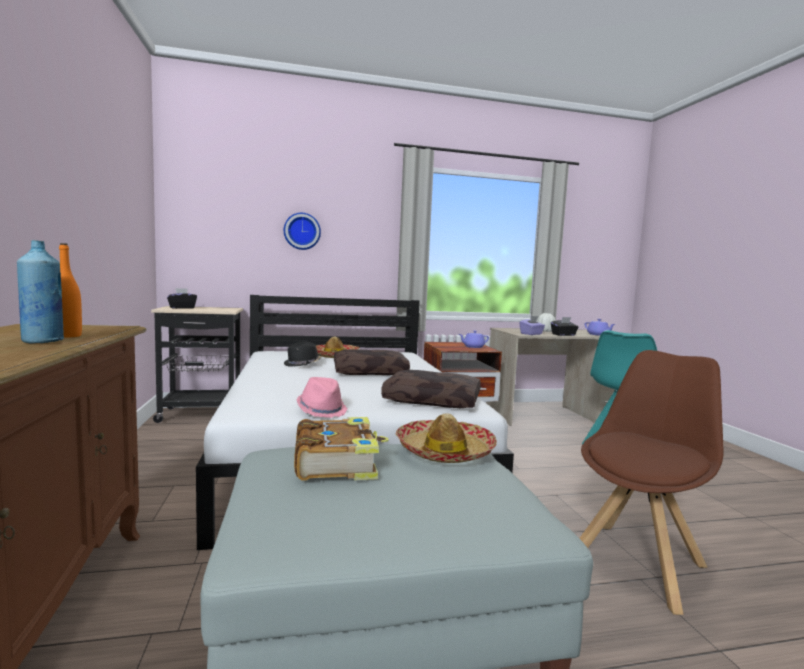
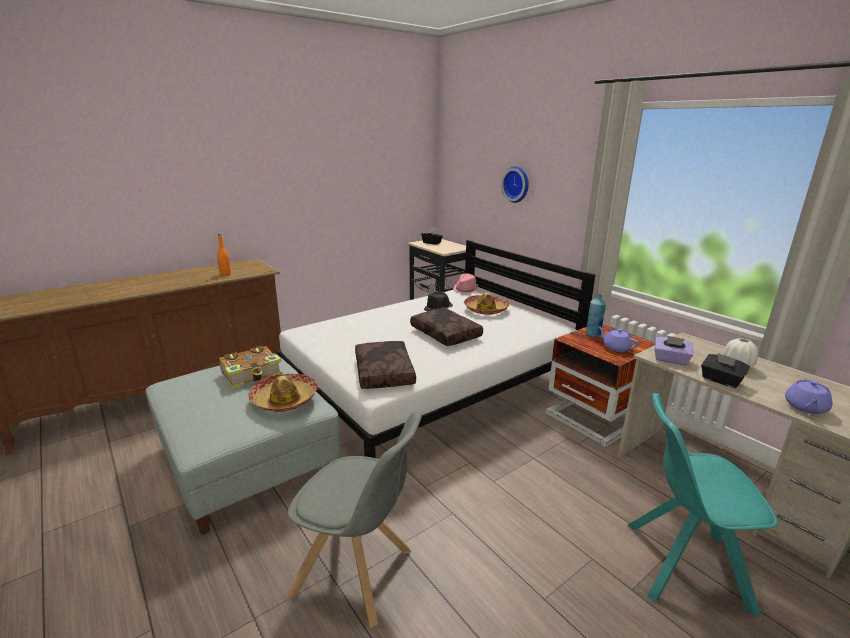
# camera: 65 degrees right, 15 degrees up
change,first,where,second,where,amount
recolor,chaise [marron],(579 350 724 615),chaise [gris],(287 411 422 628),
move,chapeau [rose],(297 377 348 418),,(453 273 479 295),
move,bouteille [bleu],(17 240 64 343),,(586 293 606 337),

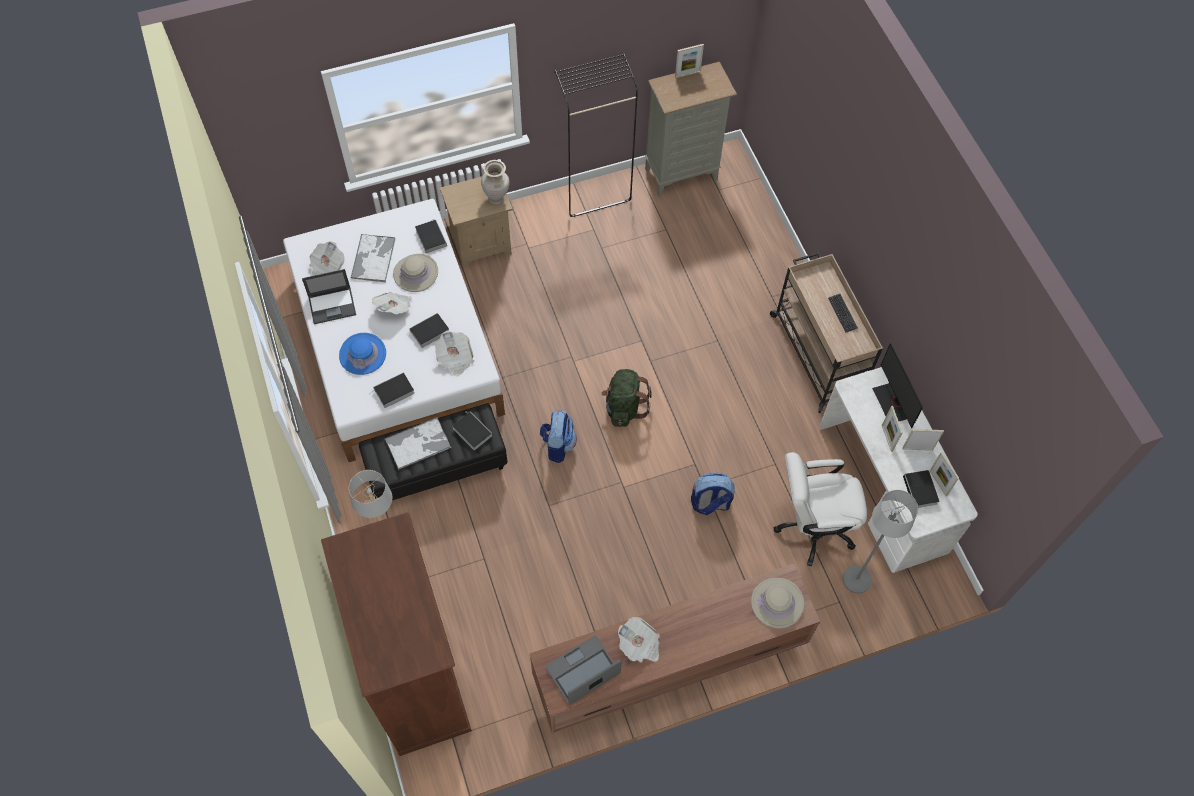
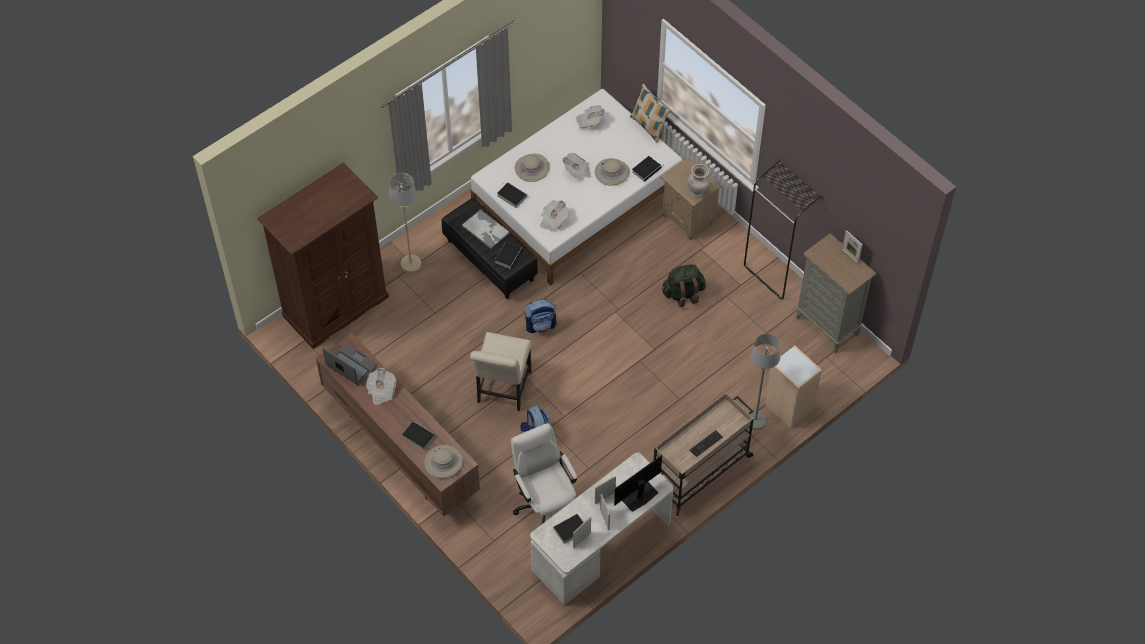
# camera: 70 degrees right, 5 degrees down
change,first,where,second,where,amount
move,livre,(405 313 449 348),,(402 421 435 450),
insert,,,chaise [beige],(470 332 531 411),
recolor,chapeau [bleu],(339 333 386 375),chapeau [beige],(515 154 549 182),
insert,,,coussin,(630 83 671 143),
move,sac à dos [vert],(602 369 652 427),,(662 264 706 307),
move,lampadaire [gris],(843 490 918 593),,(748 334 781 430),
insert,,,bibliothèque,(765 346 822 428),
delete,ordinateur portable,(302 269 356 324),,,
delete,plateau,(350 234 396 282),,,

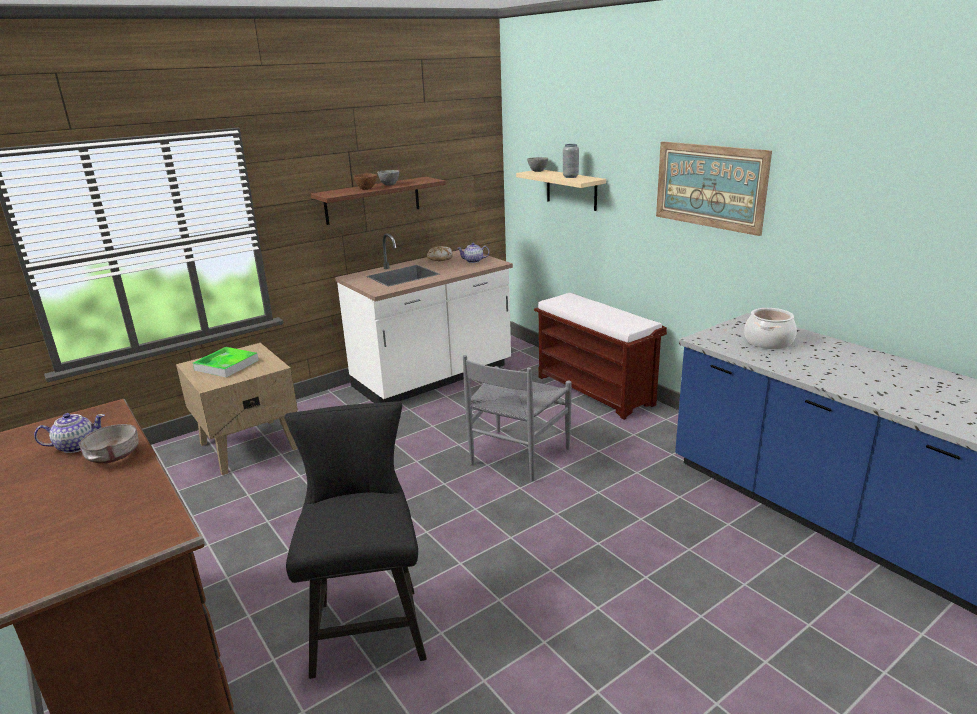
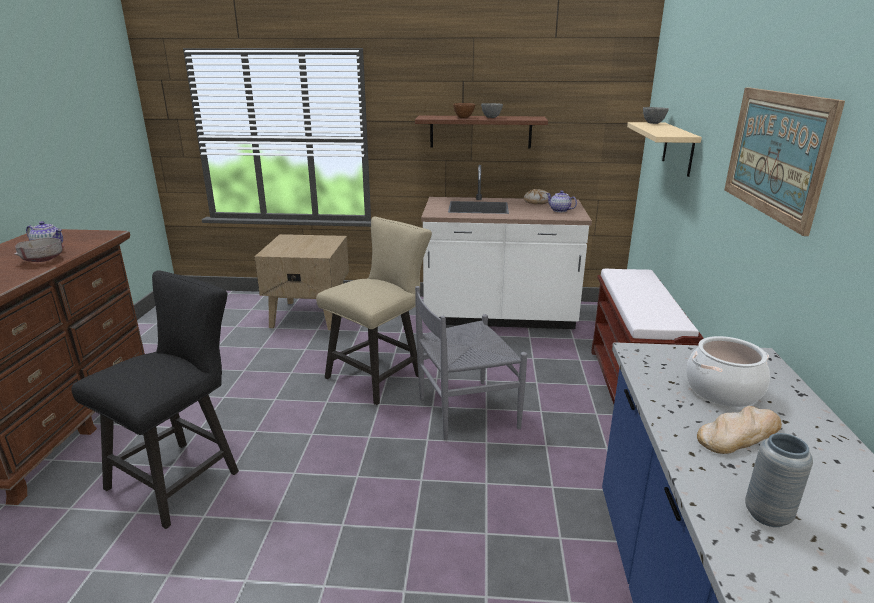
# camera: 40 degrees right, 0 degrees up
change,first,where,second,where,amount
insert,,,chaise [beige],(316 217 432 405),
insert,,,pain,(697 406 782 454),
move,vase [gris],(563 144 579 178),,(745 433 813 527),
delete,plateau,(193 347 259 378),,,

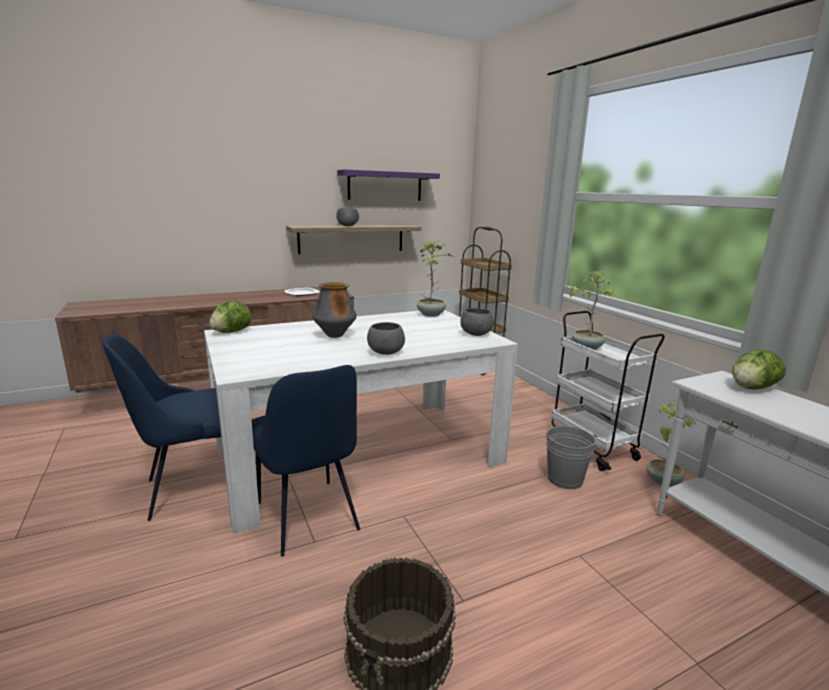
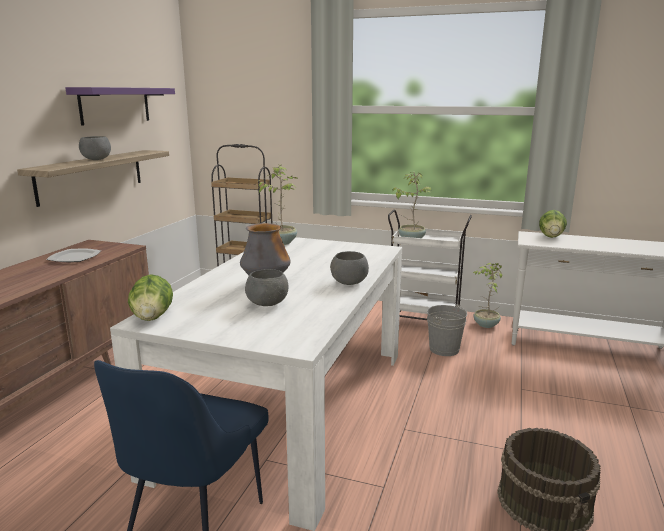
# camera: 45 degrees left, 0 degrees up
change,first,where,second,where,amount
move,bol [gris],(460 308 494 336),,(245 269 289 306),
delete,chaise [bleu],(252 365 360 557),,,

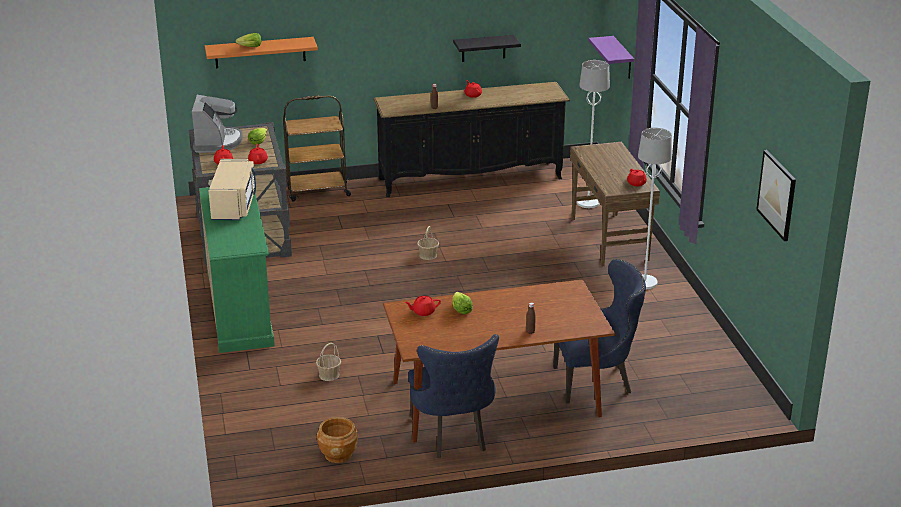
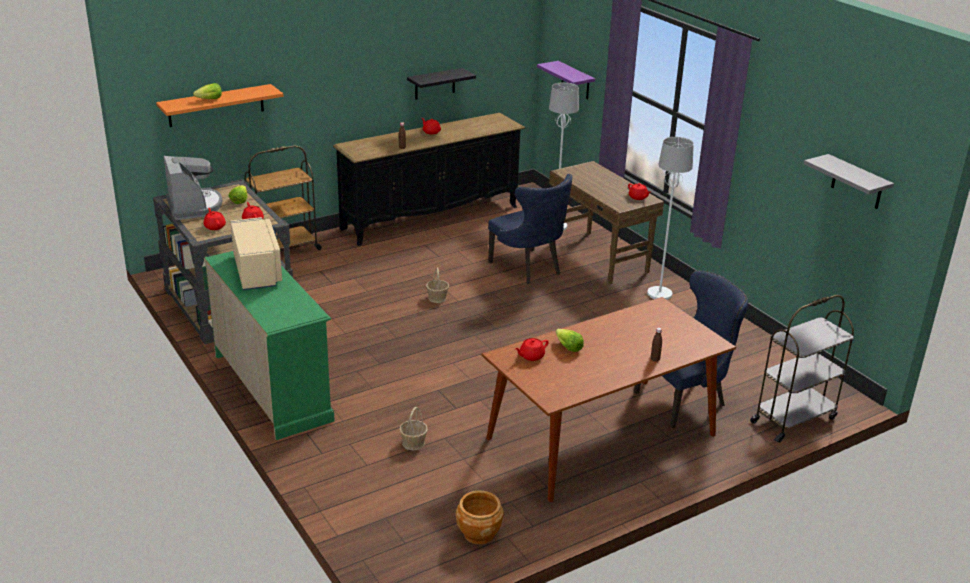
# camera: 20 degrees left, 0 degrees up
change,first,where,second,where,amount
move,chaise [bleu],(408 334 499 458),,(488 174 572 284),
insert,,,chariot [gris],(750 295 854 443),
replace,tableau,(756 150 796 241),étagère [gris],(804 154 894 209),

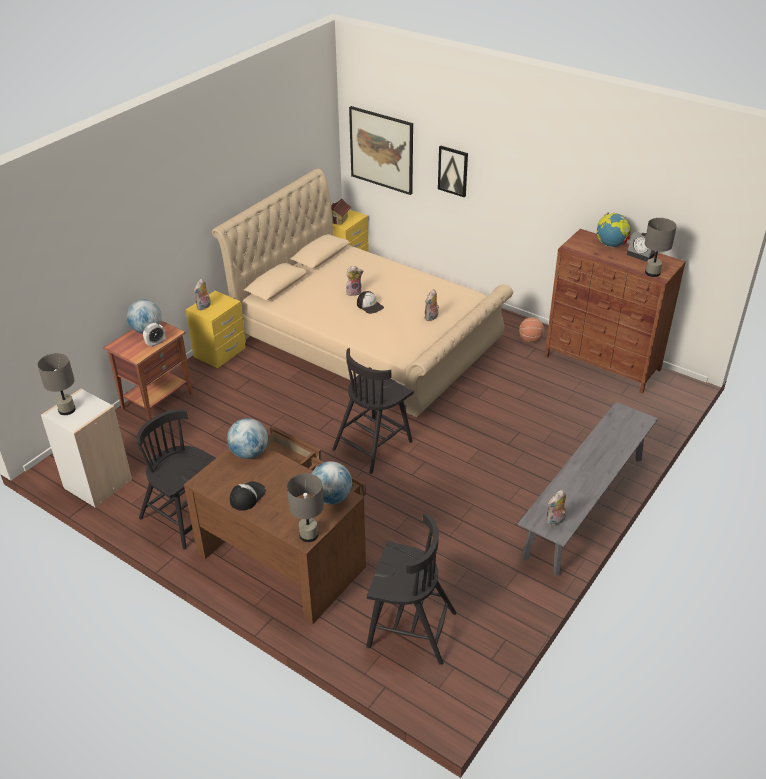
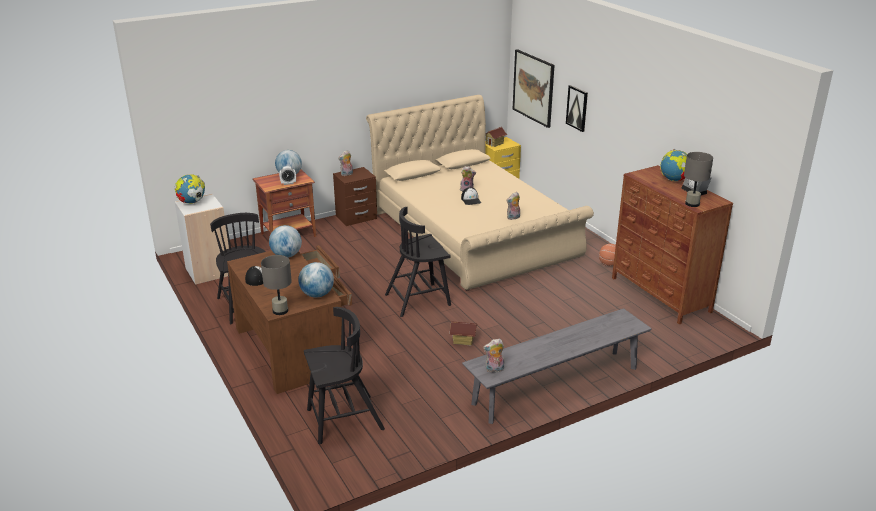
# camera: 25 degrees right, 10 degrees down
change,first,where,second,where,amount
replace,lampe de table [gris],(37 353 76 415),globe,(175 174 205 204),
rotate,chaise [noir],(366 514 457 665),,(304 307 385 444),60 degrees counterclockwise
recolor,table de chevet [jaune],(186 291 246 368),table de chevet [marron],(333 167 377 226),
insert,,,maison miniature,(449 321 478 346),

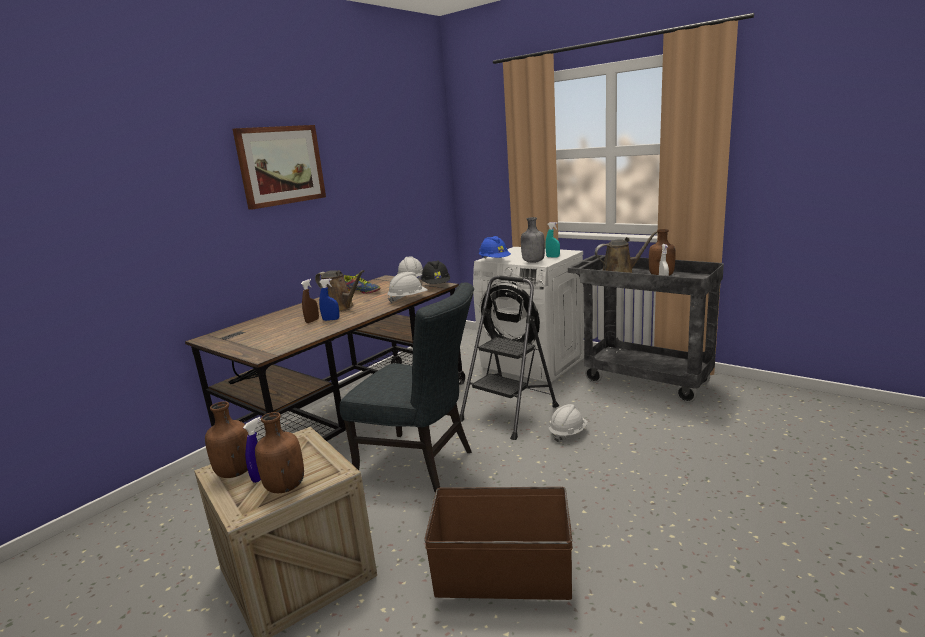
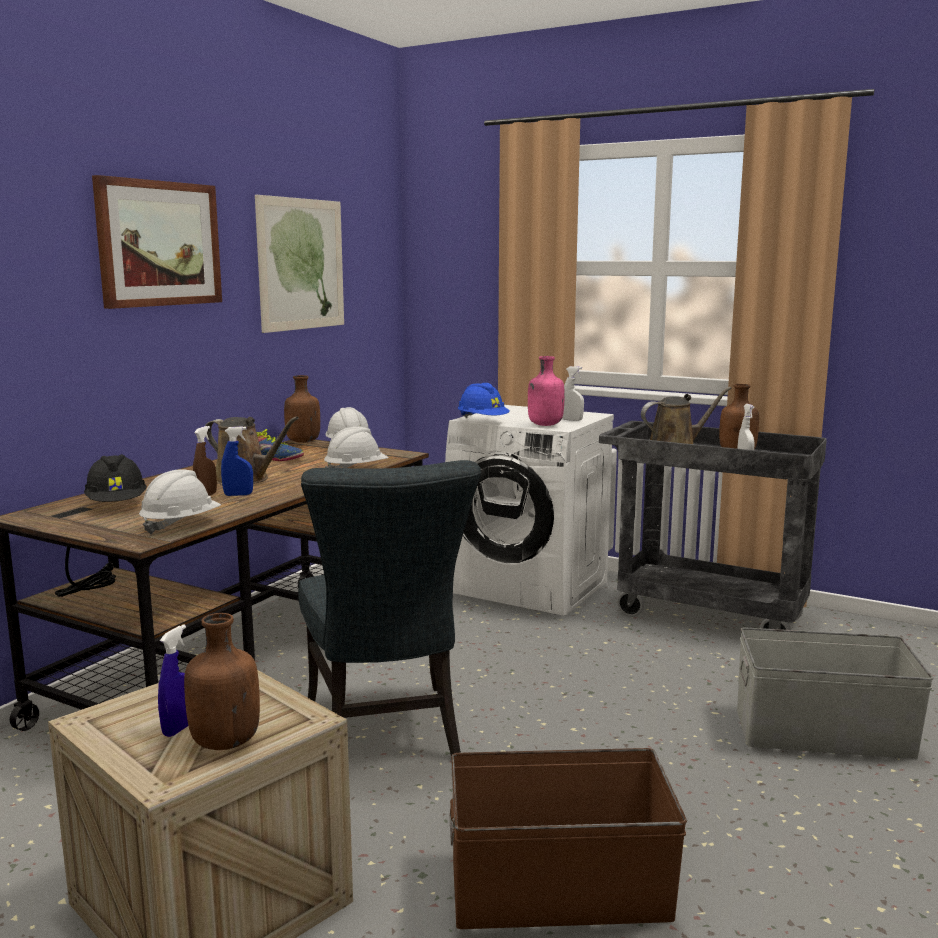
# camera: 10 degrees left, 5 degrees down
change,first,where,second,where,amount
move,casque de chantier [noir],(421 260 450 284),,(84 454 147 502),
move,casque de chantier [blanc],(549 404 588 442),,(139 469 221 535),
insert,,,tableau,(255 195 344 333),
move,bouteille [marron],(205 401 249 478),,(284 375 320 443),
rotate,chaise [gris],(339 282 474 492),,(298 460 481 755),60 degrees clockwise
recolor,bouteille [gris],(521 217 545 263),bouteille [rose],(528 356 565 426),
recolor,vaporisateur [turquoise],(545 222 560 258),vaporisateur [blanc],(562 366 584 421),
insert,,,boîte de rangement [gris],(737 628 934 759),
delete,escabeau [noir],(459 275 559 440),,,

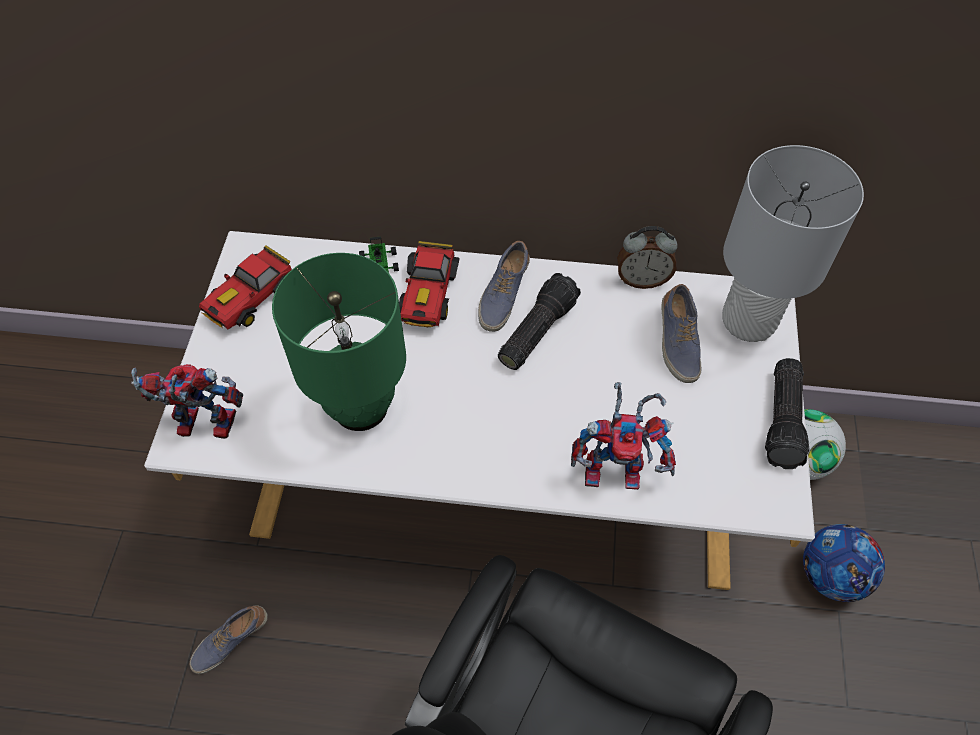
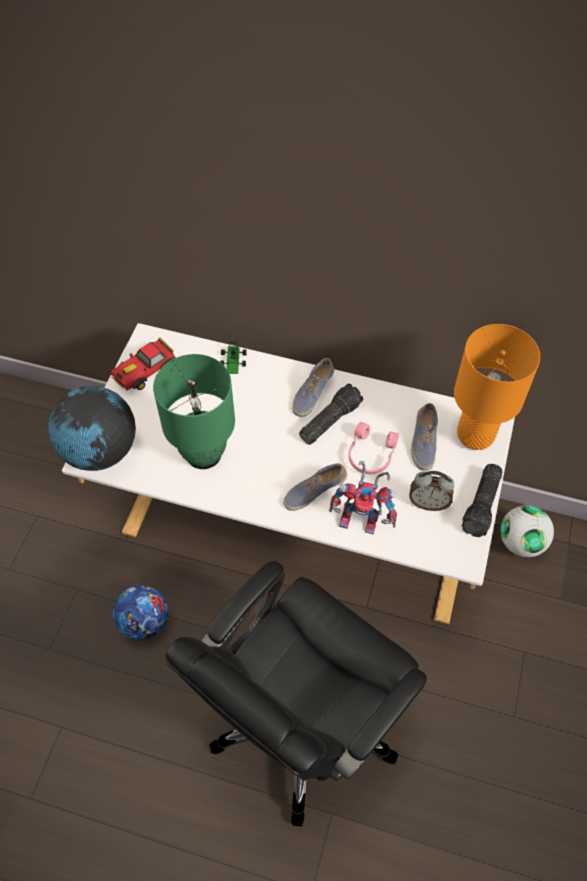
# camera: 10 degrees right, 0 degrees up
change,first,where,second,where,amount
replace,robot jouet,(131 364 243 439),globe,(48 386 136 471),
move,ballon de foot,(803 524 885 602),,(113 585 168 641),
move,chaussure,(189 605 268 674),,(283 463 347 511),
insert,,,casque audio [rose],(349 422 399 474),
move,réveil,(617 226 677 289),,(409 471 454 511),
recolor,lampe de table [gris],(722 145 864 342),lampe de table [orange],(454 324 540 450),
delete,petite voiture,(399 241 459 327),,,

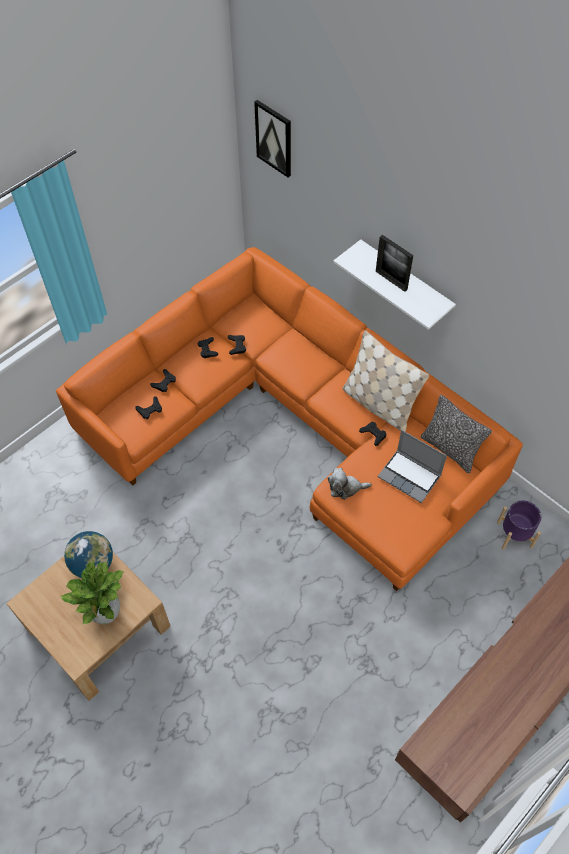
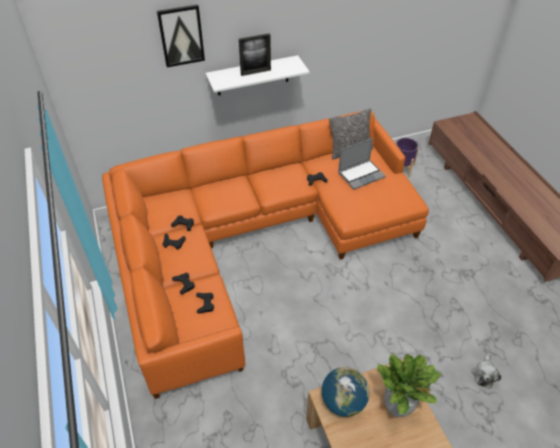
# camera: 65 degrees left, 10 degrees down
change,first,where,second,where,amount
move,tableau,(254 100 291 177),,(157 4 205 67),
move,peluche,(327 468 372 500),,(472 353 502 388),
delete,coussin [beige],(342 330 429 432),,,

